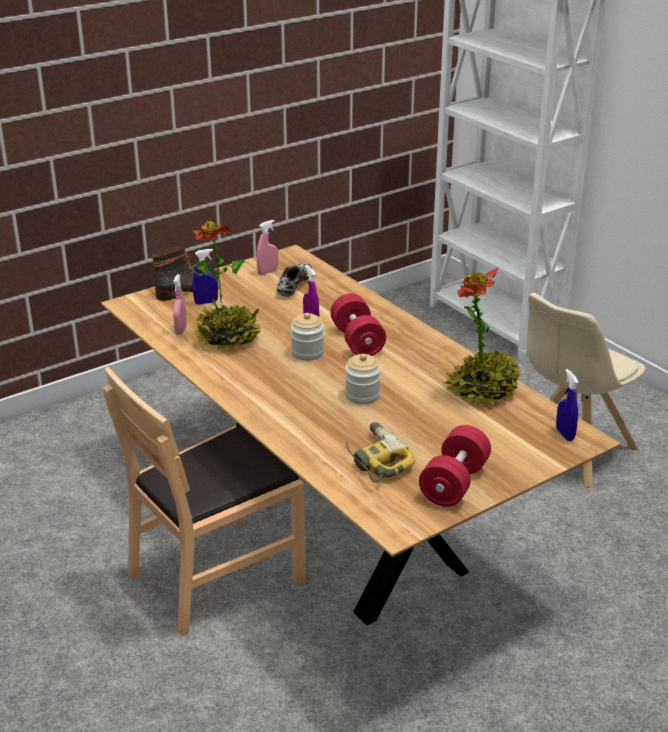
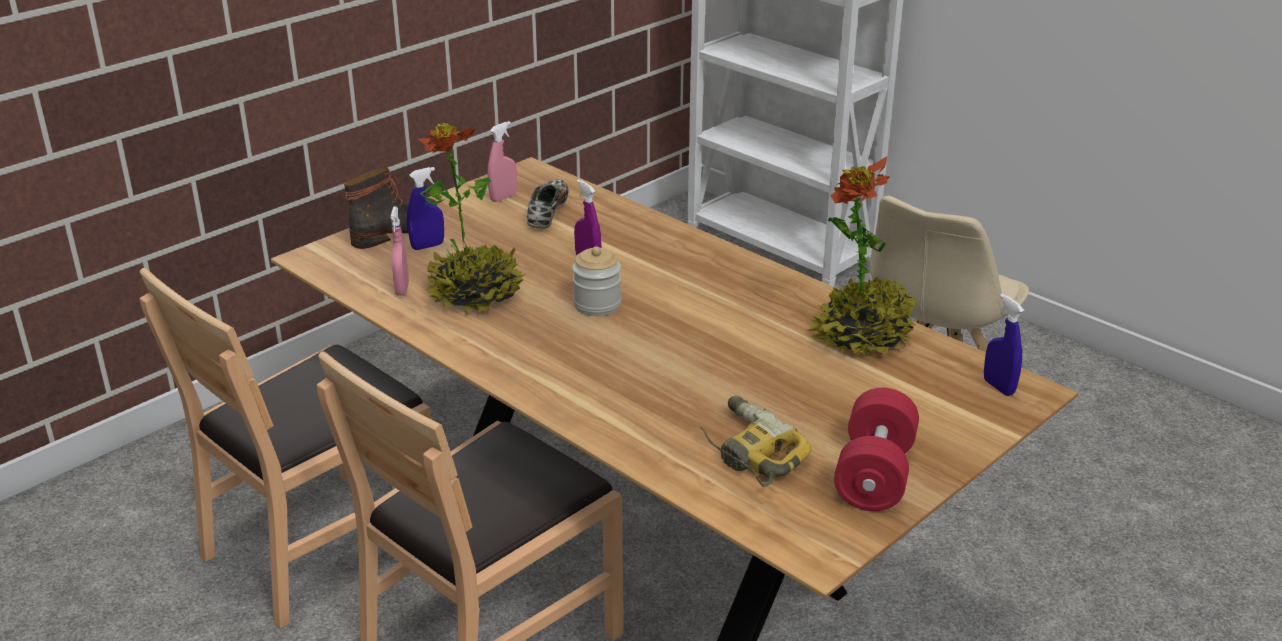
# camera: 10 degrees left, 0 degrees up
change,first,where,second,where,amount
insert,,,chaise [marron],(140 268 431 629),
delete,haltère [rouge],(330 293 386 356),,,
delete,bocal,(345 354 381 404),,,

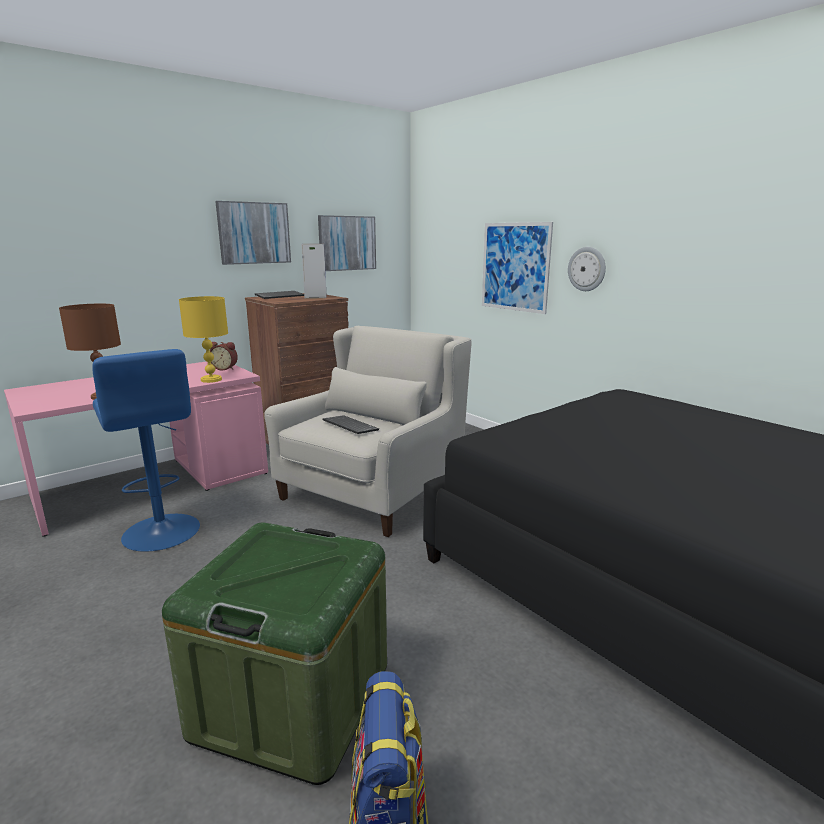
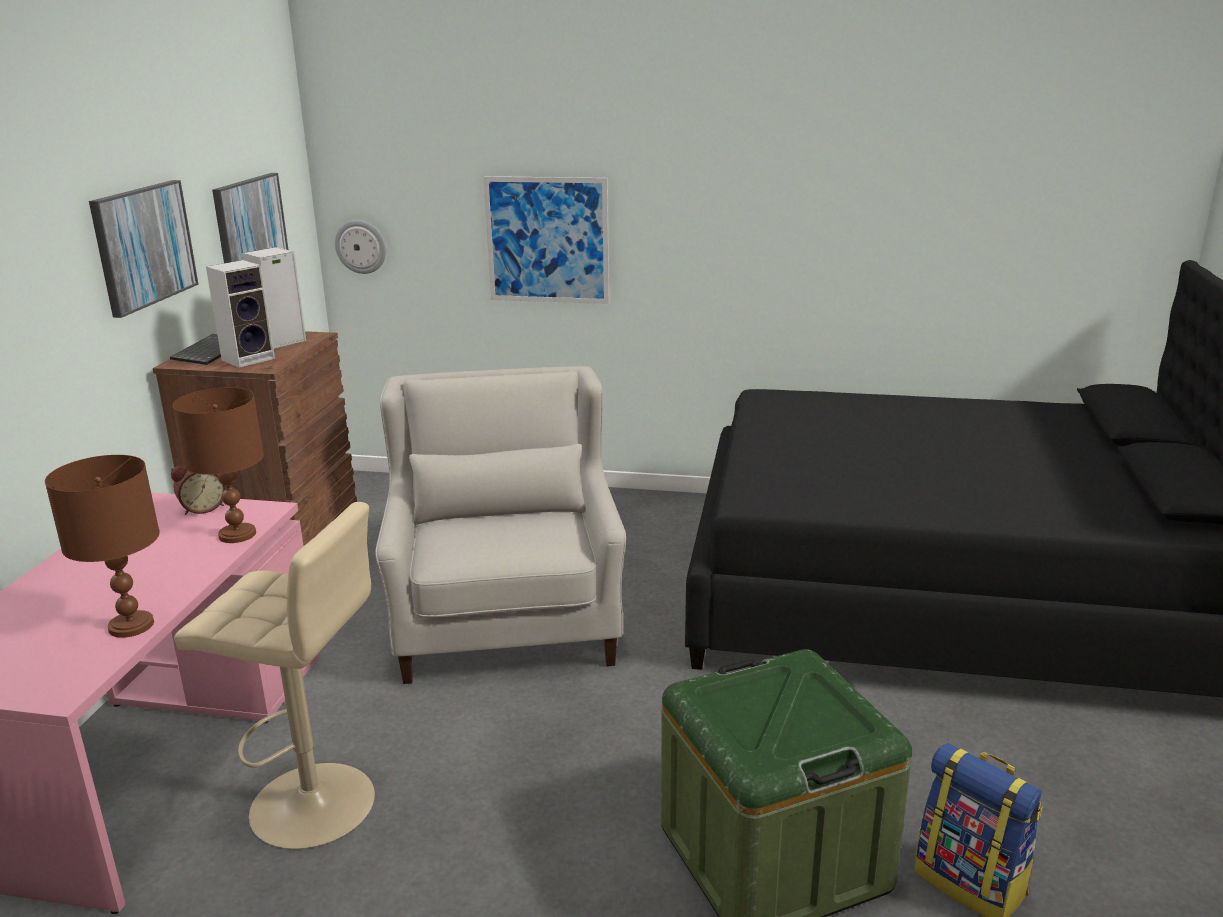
# camera: 40 degrees left, 5 degrees up
change,first,where,second,where,amount
recolor,lampe de table [jaune],(179 296 228 383),lampe de table [marron],(173 388 264 543),
recolor,tabouret [bleu],(92 349 200 552),tabouret [beige],(174 502 375 849),
insert,,,enceinte,(206 260 275 368),
move,horloge murale,(568 247 606 291),,(335 220 386 274),
delete,clavier,(323 415 379 434),,,

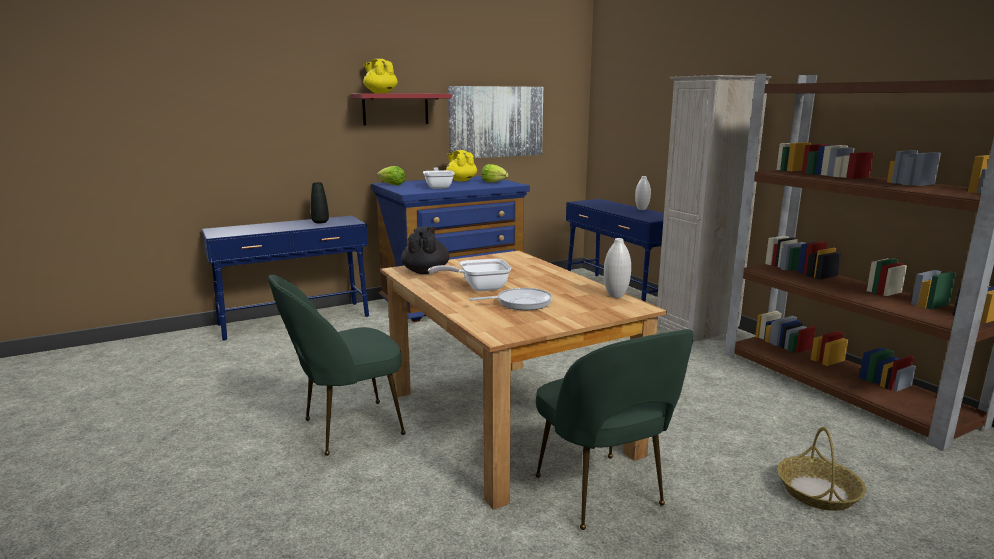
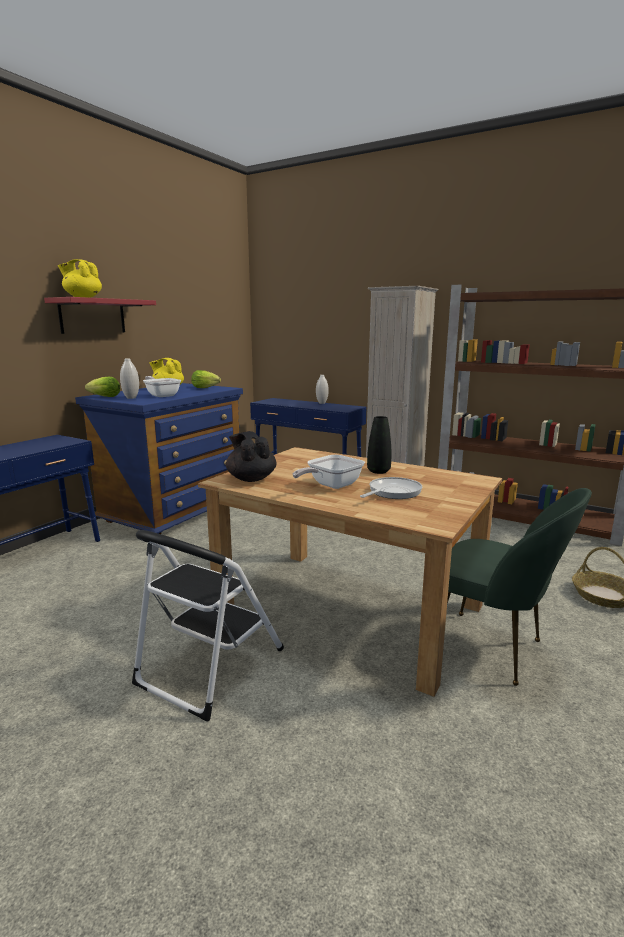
# camera: 30 degrees left, 0 degrees up
change,first,where,second,where,amount
move,vase [blanc],(604 238 631 298),,(120 358 139 399),
replace,chaise [vert],(268 275 406 456),escabeau,(132 530 284 721),
move,vase [noir],(311 182 329 223),,(367 416 391 474),
delete,tableau,(448 86 543 158),,,

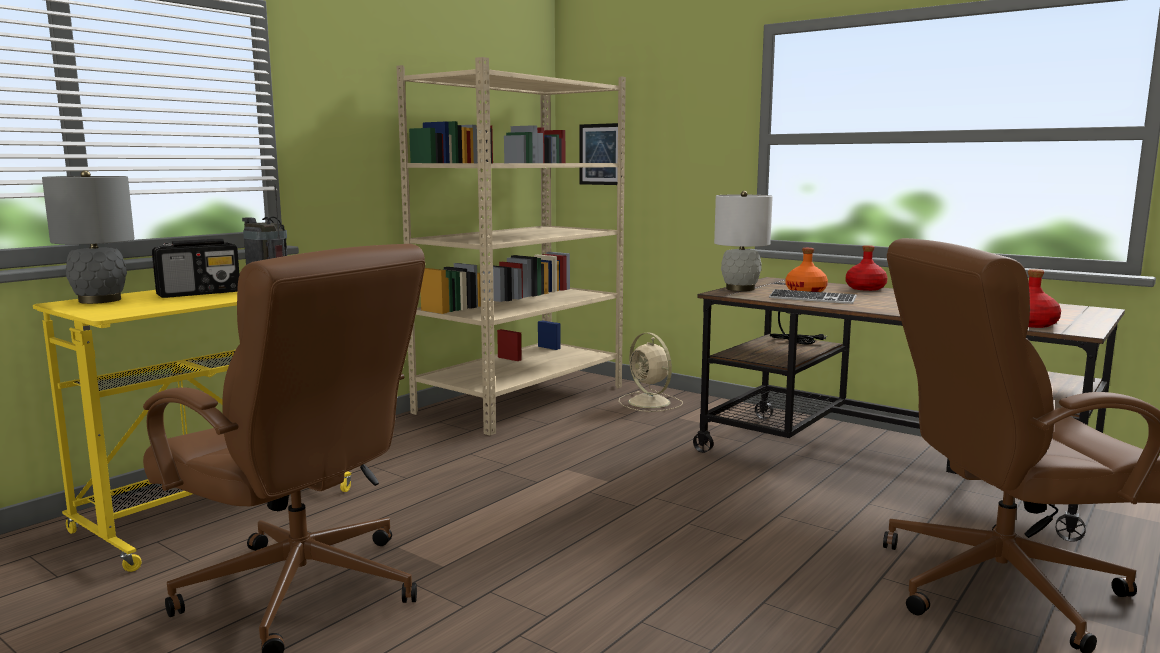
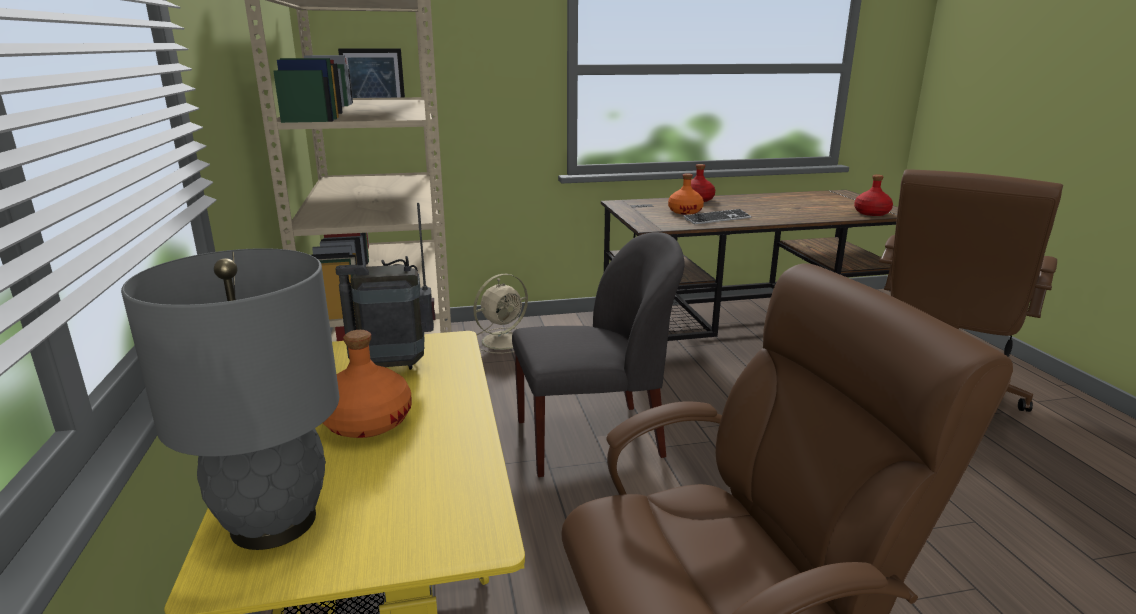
# camera: 50 degrees left, 10 degrees up
change,first,where,second,where,amount
replace,radio,(152 239 240 298),bouteille [orange],(323 330 412 438),
rotate,ventilateur [beige],(619 332 683 412),,(473 274 528 354),45 degrees counterclockwise
insert,,,chaise [gris],(512 232 685 477),
delete,lampe de table [blanc],(714 191 773 291),,,

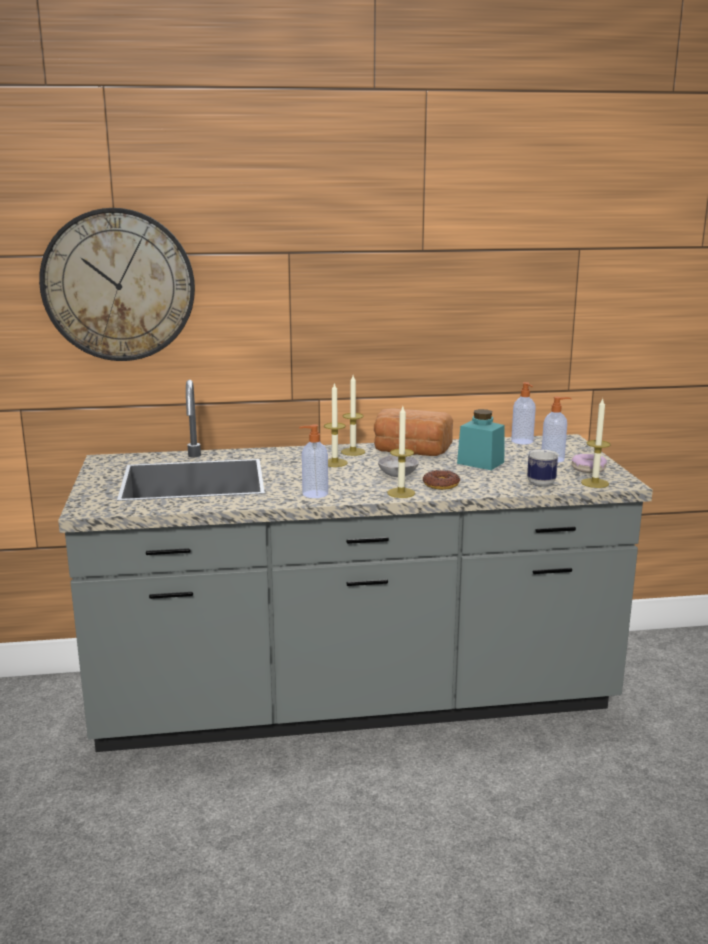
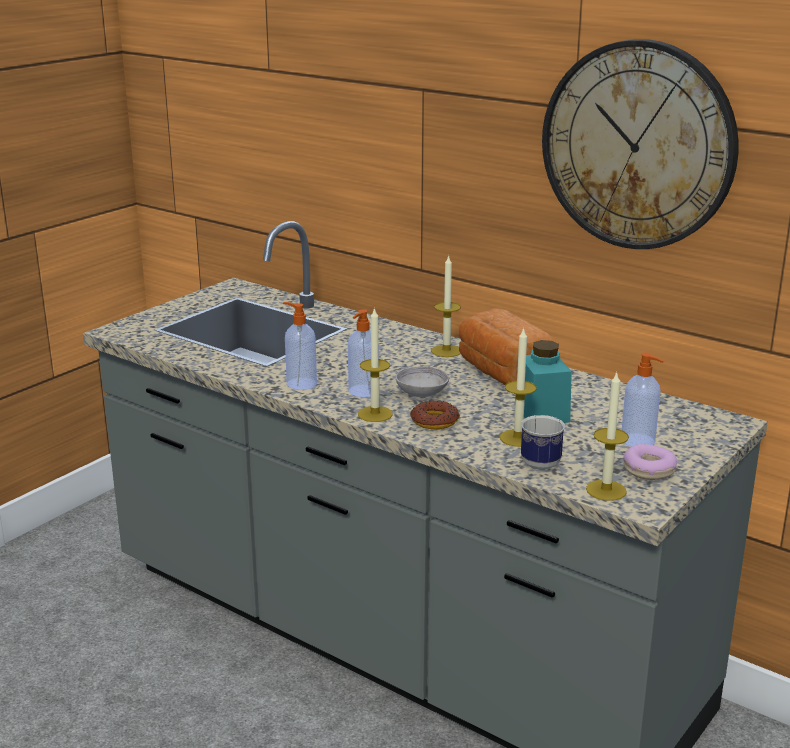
# camera: 45 degrees right, 5 degrees up
change,first,where,second,where,amount
move,distributeur de savon,(511 382 536 445),,(348 309 379 397),
move,bougie,(324 382 348 467),,(500 327 537 447),
move,horloge murale,(39 208 195 361),,(542 39 738 249),

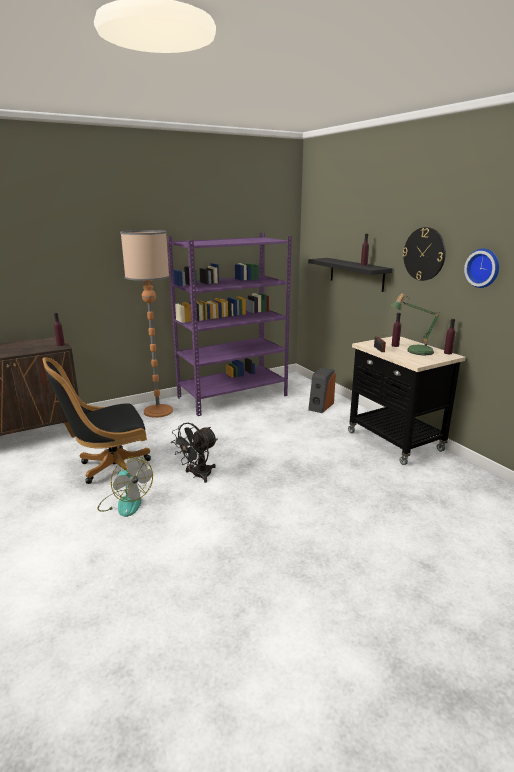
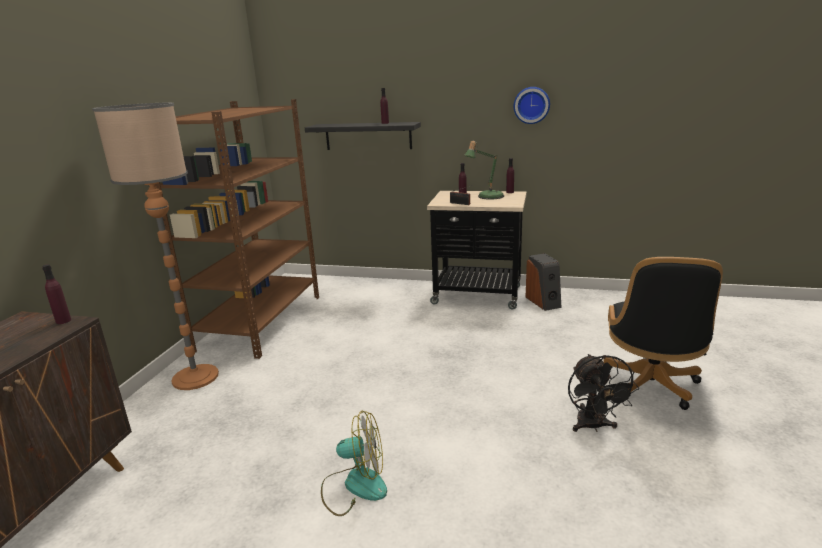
# camera: 45 degrees left, 0 degrees up
change,first,where,second,where,amount
recolor,bibliothèque [violet],(167 233 292 416),bibliothèque [marron],(155 99 319 359),
move,enceinte,(308 368 336 413),,(525 253 561 311),
move,ventilateur [noir],(171 423 217 483),,(568 354 640 432),
move,chaise de bureau [noir],(43 357 151 484),,(603 257 723 410),
delete,horloge murale,(403 227 446 281),,,

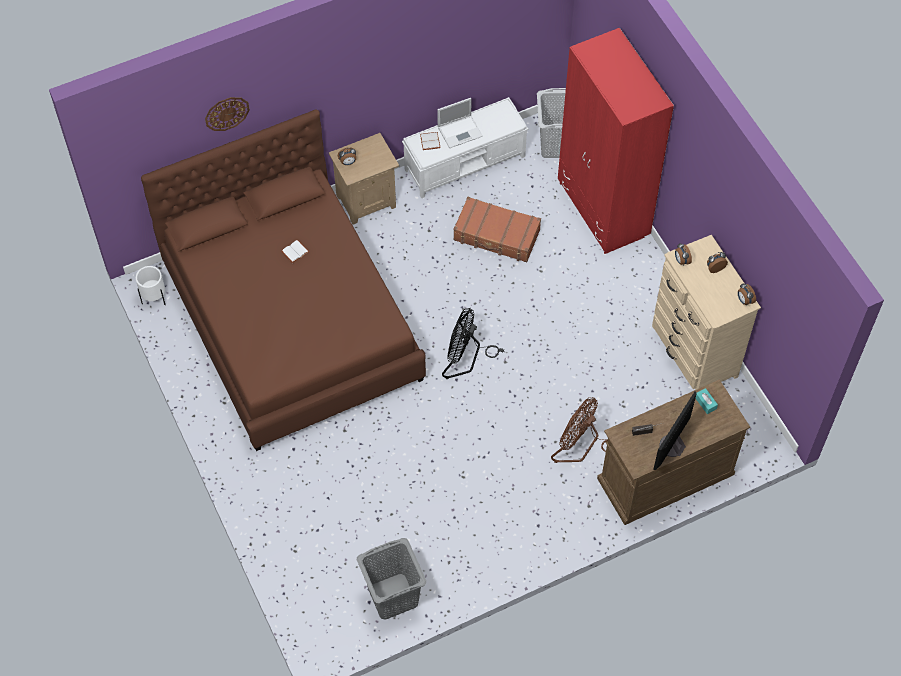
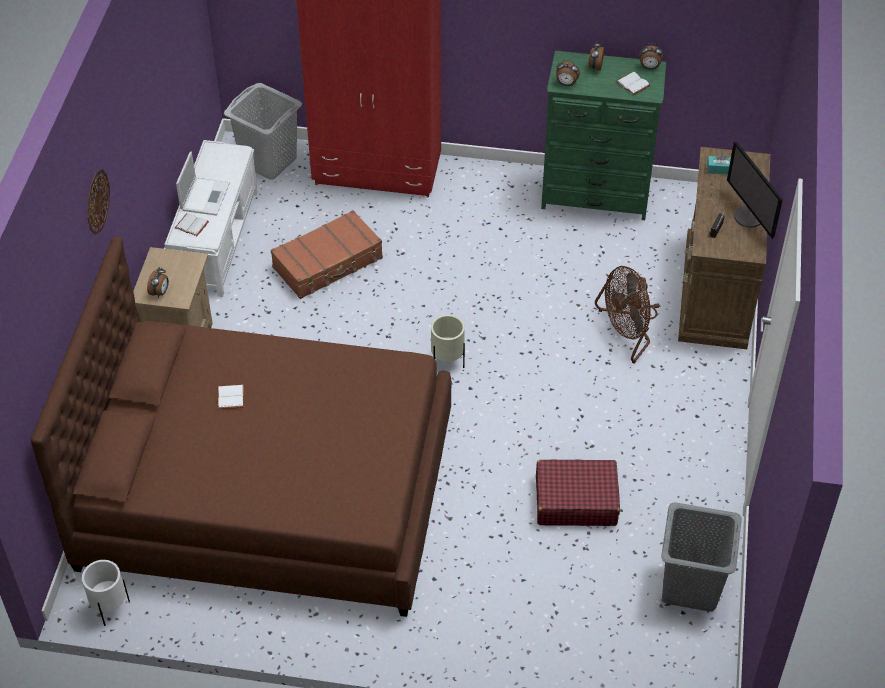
# camera: 55 degrees left, 10 degrees down
change,first,where,second,where,amount
move,horloge murale,(205 97 250 131),,(87 169 110 235),
replace,ventilateur [noir],(442 308 504 379),cache-pot [beige],(431 315 465 368),
insert,,,valise [rouge],(536 459 620 526),
recolor,commode [beige],(652 235 761 390),commode [vert],(541 51 666 220),
insert,,,livre [blanc],(616 72 650 95),

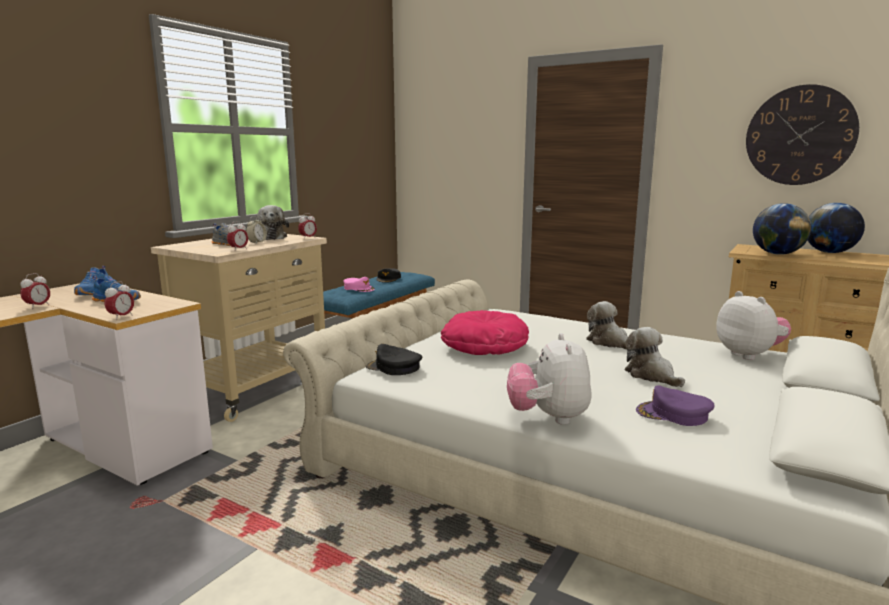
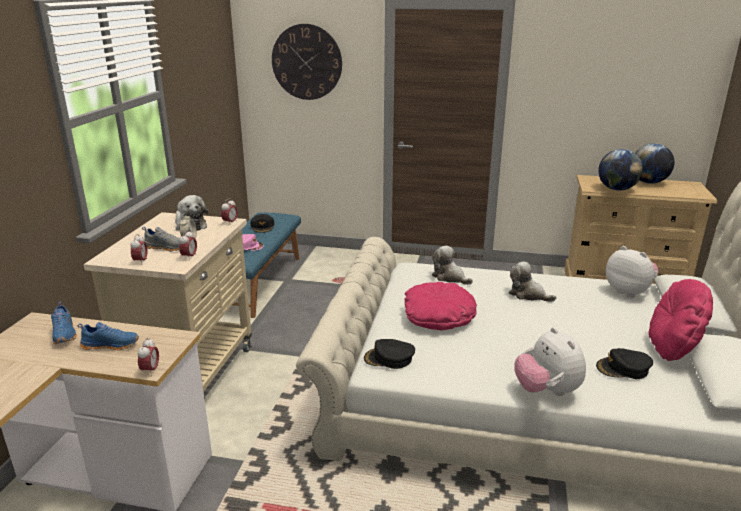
# camera: 20 degrees left, 10 degrees up
change,first,where,second,where,amount
move,réveil,(20 273 50 309),,(130 234 148 265),
move,horloge murale,(746 84 859 185),,(272 24 342 100),
move,peluche,(625 327 685 387),,(432 246 473 285),
recolor,casquette [violet],(636 385 714 426),casquette [noir],(596 348 653 379),
insert,,,coussin [rose],(648 279 713 361),

